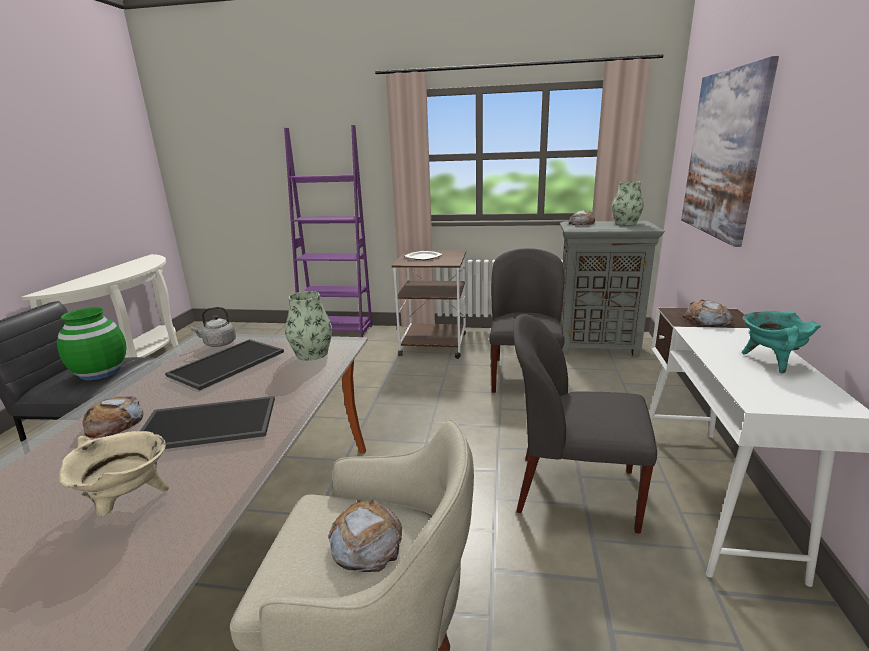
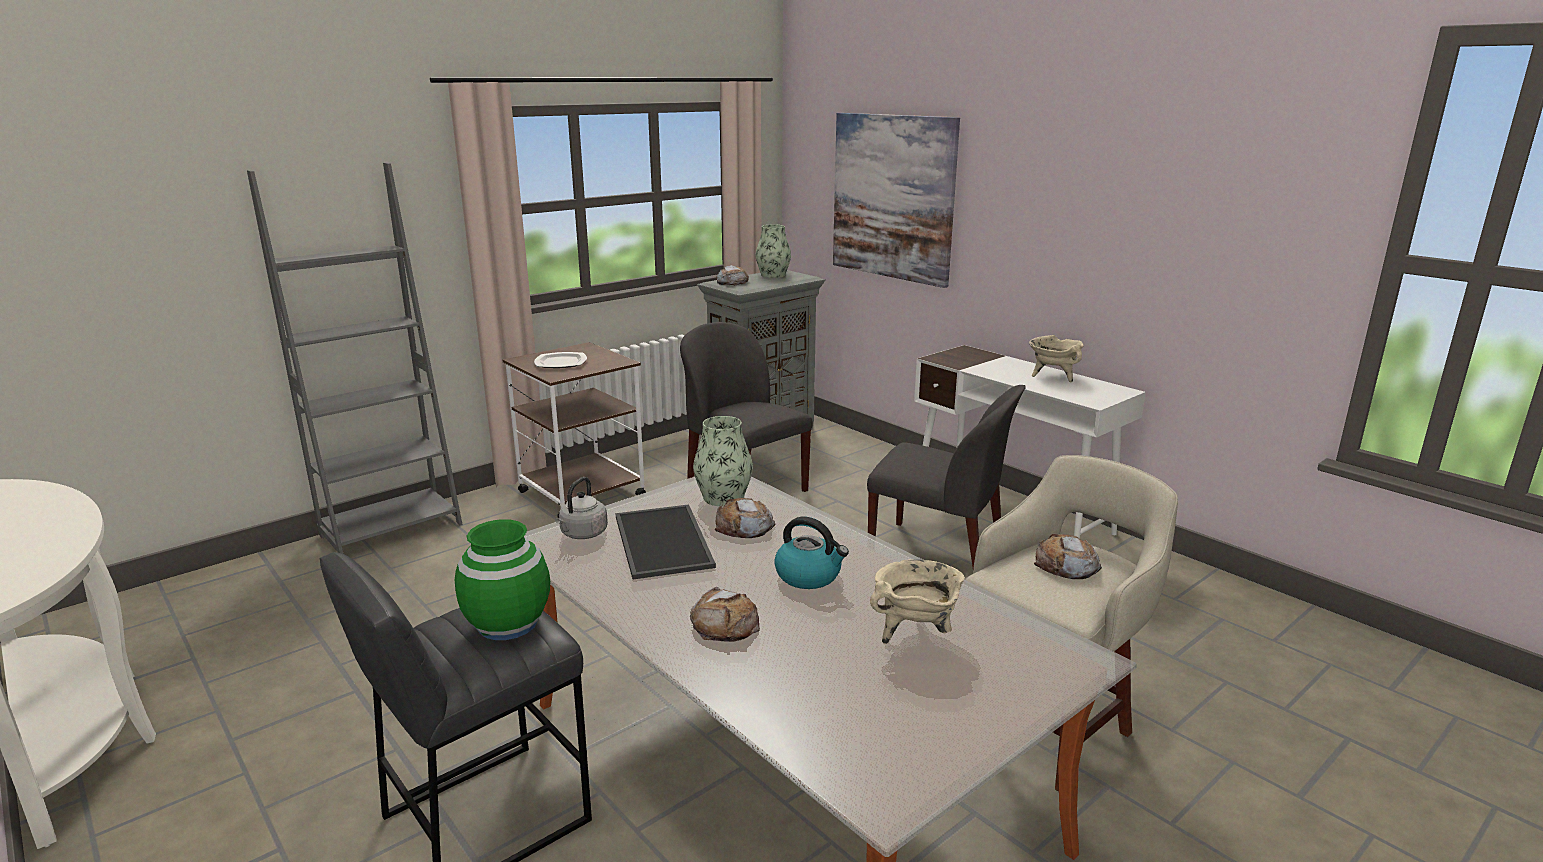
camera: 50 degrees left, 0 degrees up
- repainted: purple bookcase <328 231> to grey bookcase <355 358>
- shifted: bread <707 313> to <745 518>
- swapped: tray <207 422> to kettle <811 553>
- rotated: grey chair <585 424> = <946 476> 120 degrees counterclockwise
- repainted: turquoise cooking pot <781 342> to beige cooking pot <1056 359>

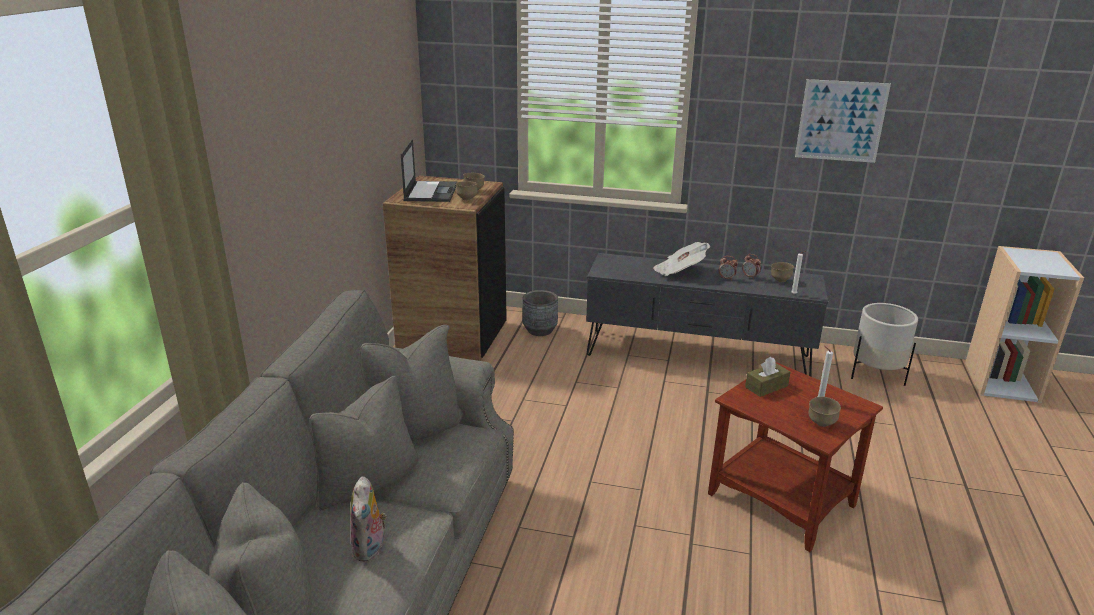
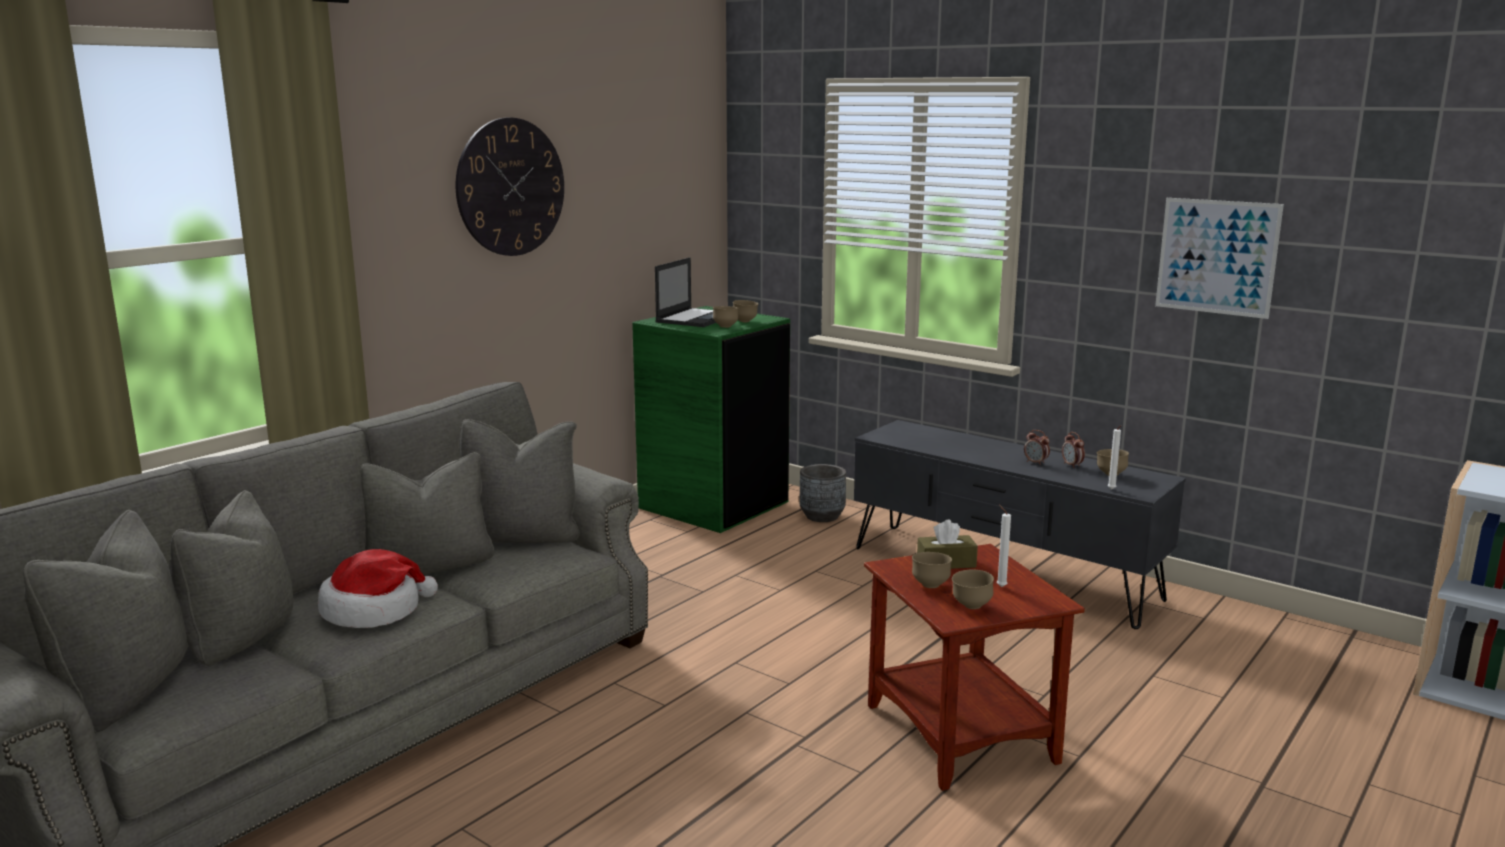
camera: 25 degrees right, 10 degrees down
- swapped: plush toy <368 519> to hat <378 588>
- new: wall clock <510 186>
- repainted: brown cabinet <445 268> to green cabinet <711 419>
- new: brown bowl <932 570>
- gone: newspaper <681 259>
- gone: white planter <884 344>

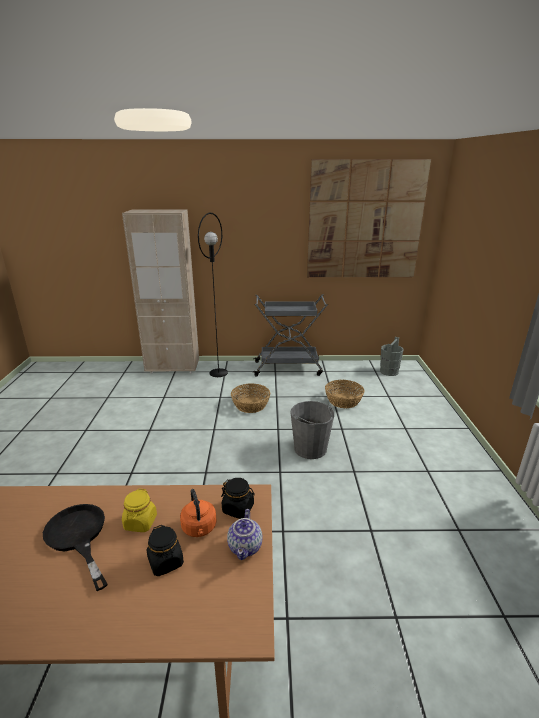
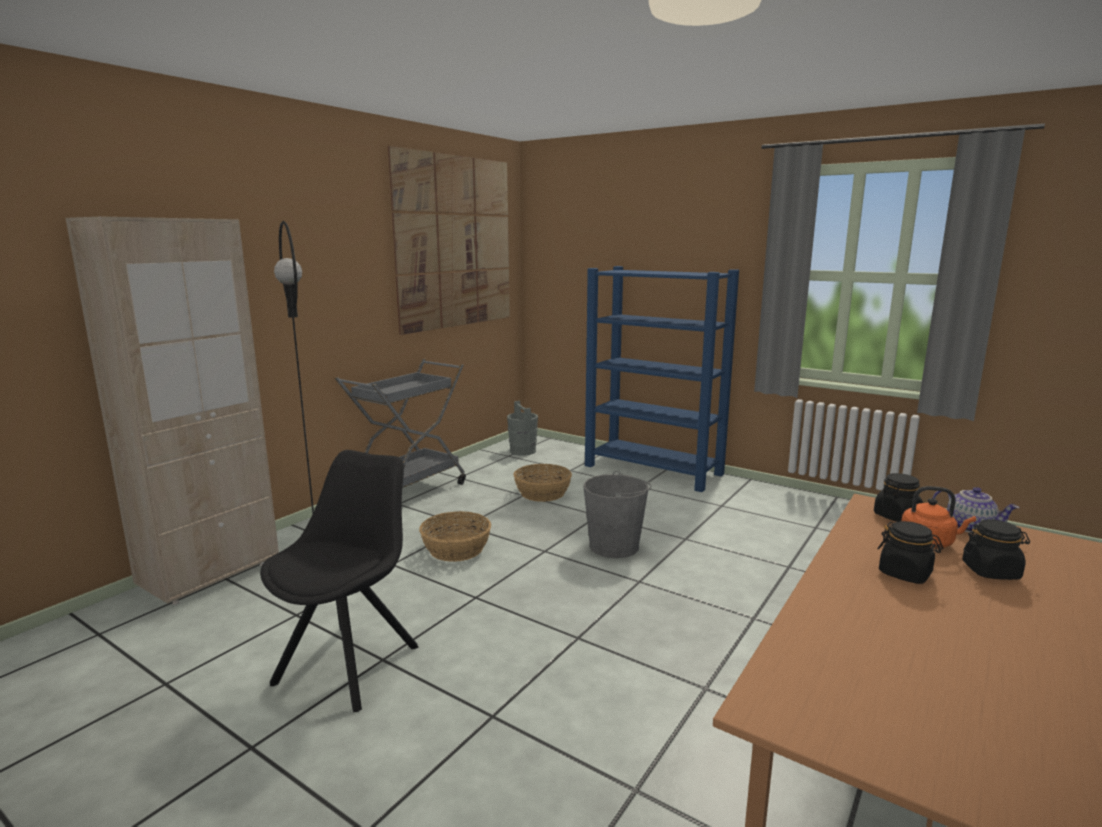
camera: 55 degrees left, 10 degrees down
- new: black chair <339 581>
- new: blue bookcase <662 379>
- repainted: yellow jar <139 510> to black jar <910 552>
- gone: black frying pan <75 547>

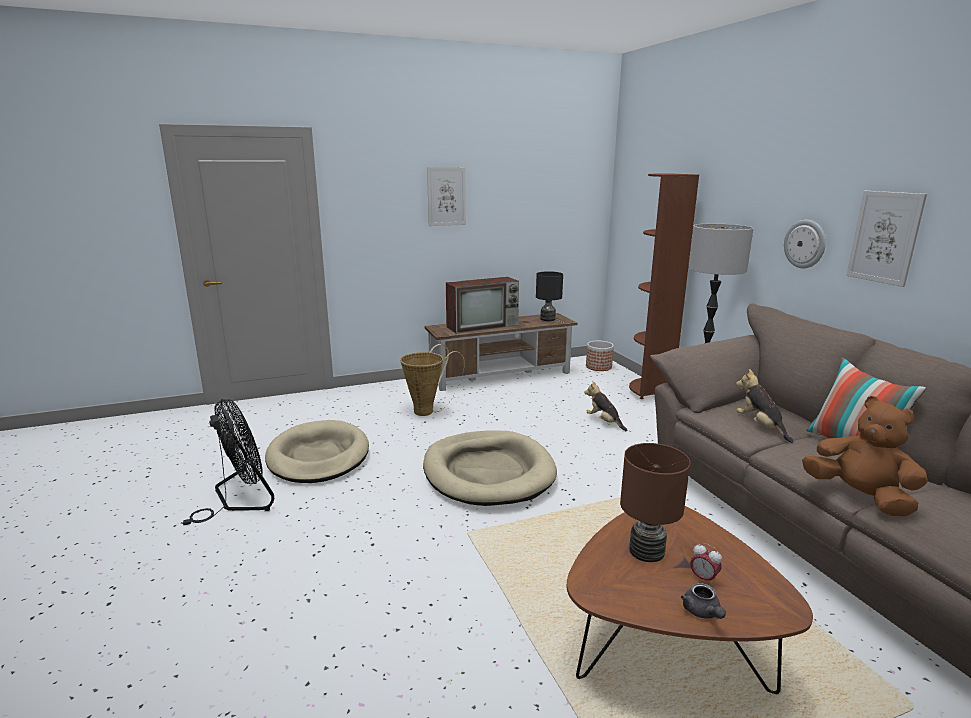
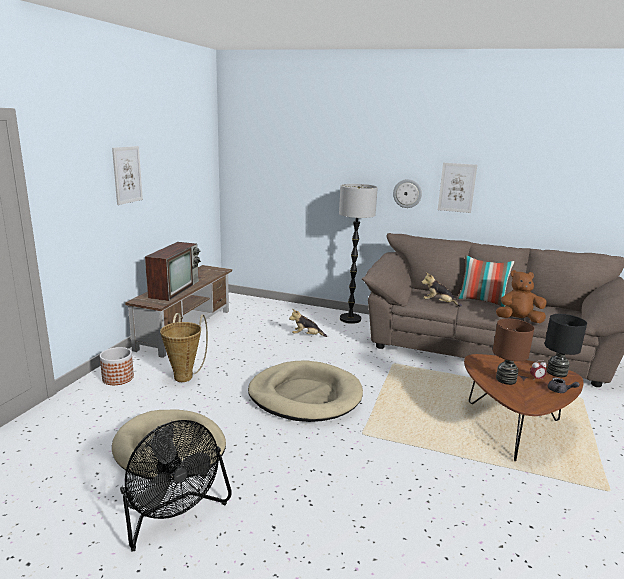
camera: 50 degrees left, 0 degrees up
- shifted: planter <600 356> to <117 366>
- rotated: black fan <228 462> = <176 486> 135 degrees clockwise
- shifted: black table lamp <549 296> to <566 345>
- gone: brown bookcase <664 286>

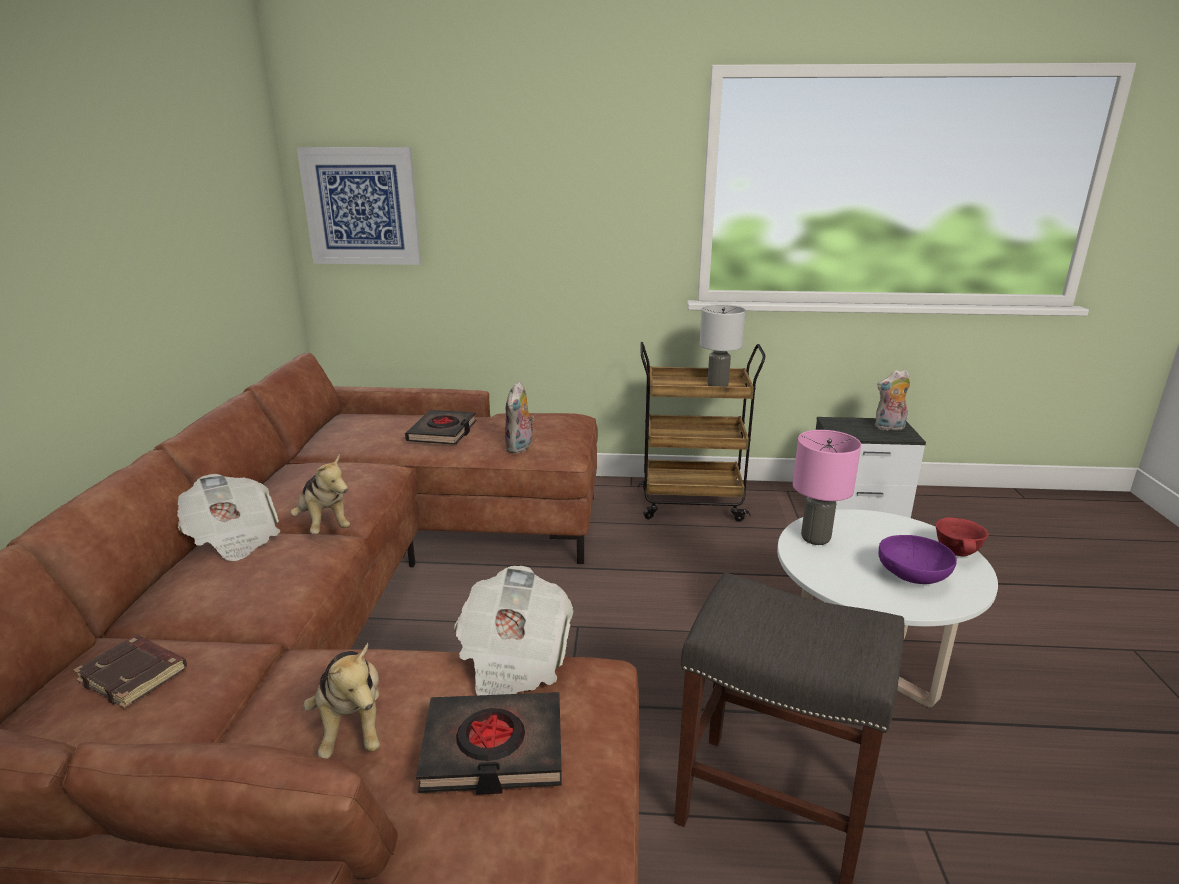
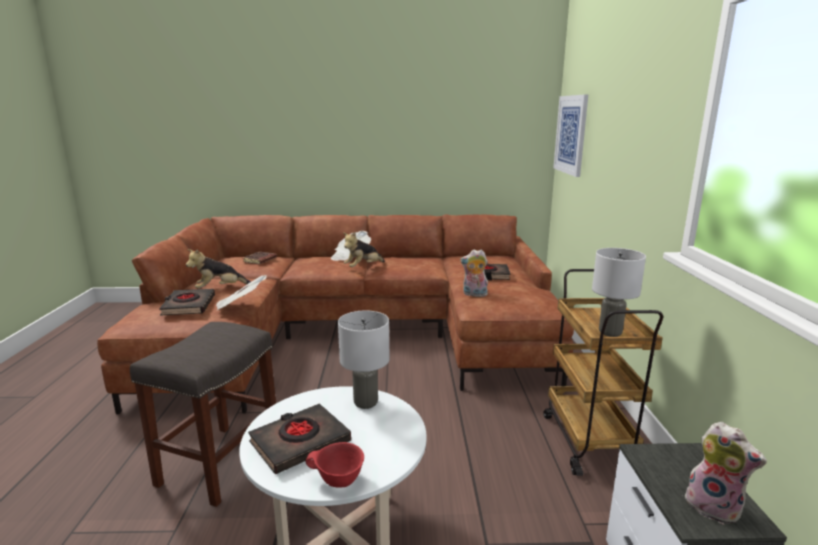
camera: 85 degrees right, 5 degrees down
- swapped: purple bowl <917 559> to black book <299 439>
- repainted: pink table lamp <827 487> to white table lamp <364 359>
- rotated: plush toy <892 400> = <726 473> 150 degrees clockwise

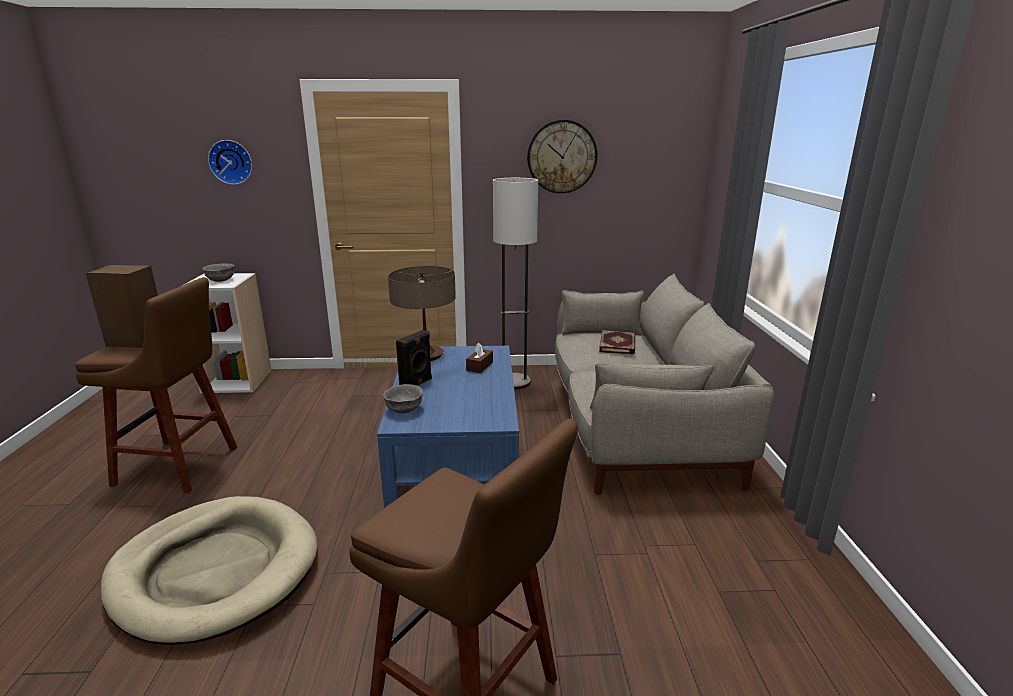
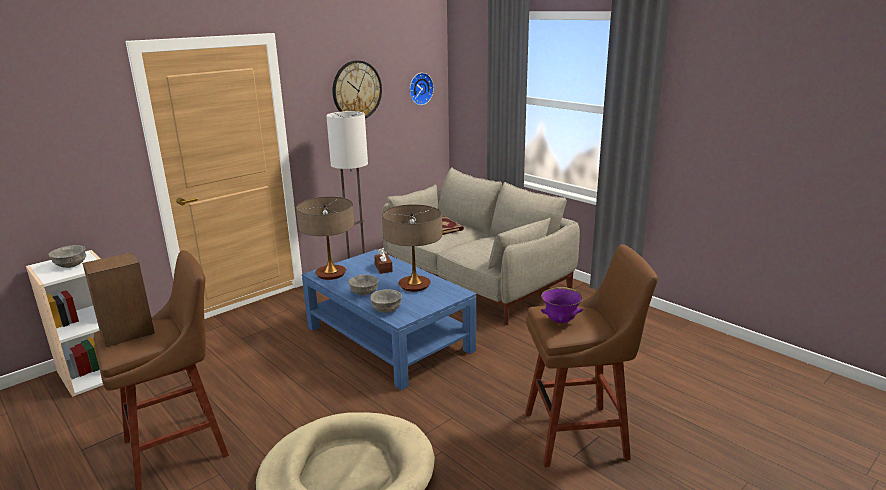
camera: 40 degrees left, 0 degrees up
- swapped: black speaker <414 358> to grey bowl <363 285>
- new: table lamp <412 248>
- shifted: wall clock <230 162> to <421 89>
- new: purple bowl <562 305>

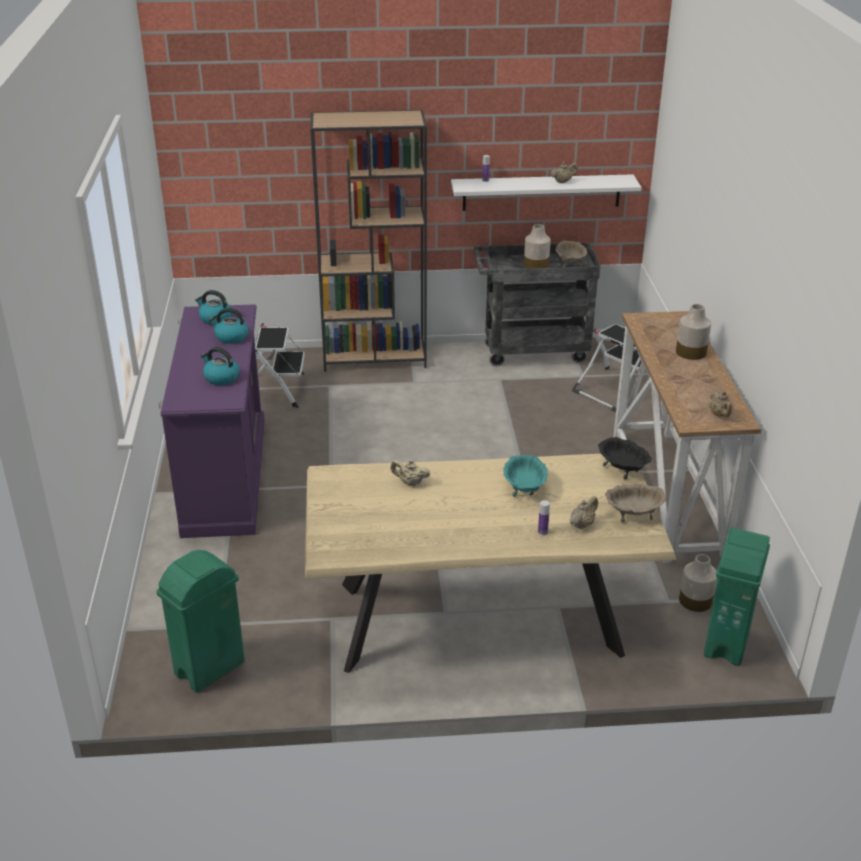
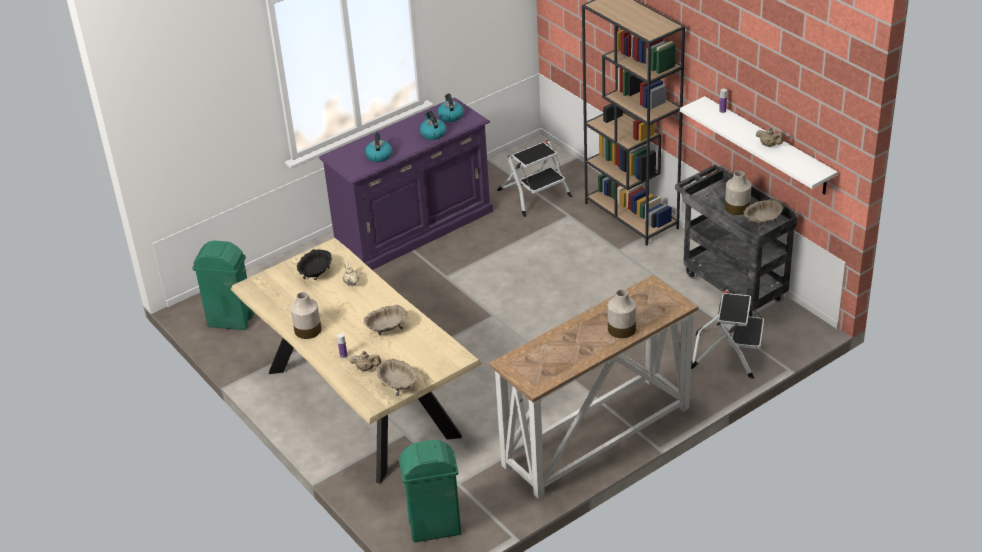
camera: 60 degrees right, 5 degrees up
- shifted: beige vase <698 583> to <306 315>
- shifted: black bowl <625 458> to <314 264>
- repainted: turquoise bowl <525 476> to beige bowl <386 320>
- gone: beige teapot <721 404>

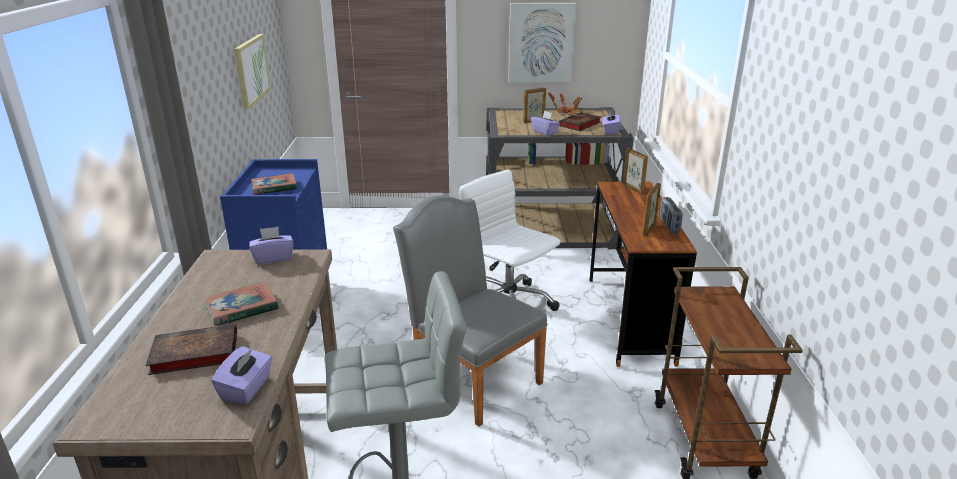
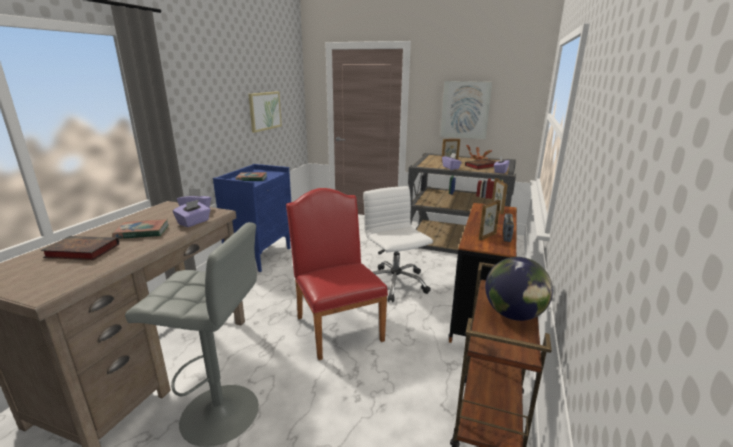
camera: 20 degrees right, 5 degrees down
- shifted: purple tissue box <242 375> to <192 213>
- repainted: grey chair <470 310> to red chair <337 274>
- new: globe <519 289>

